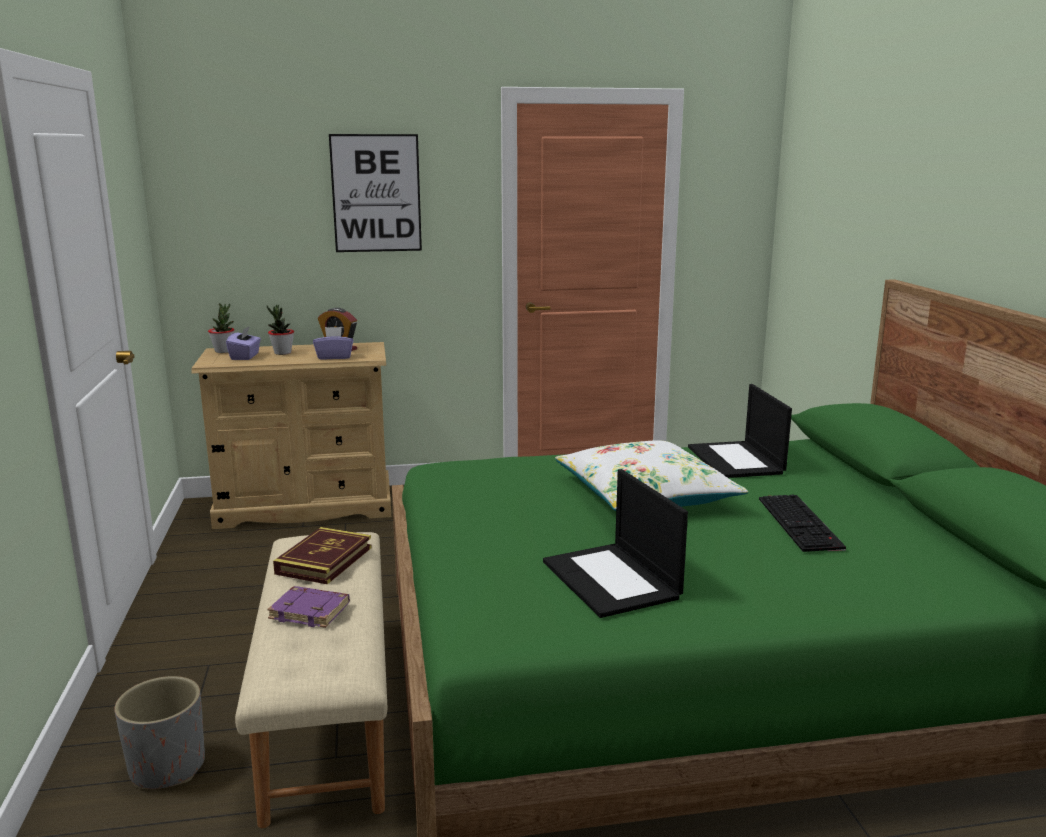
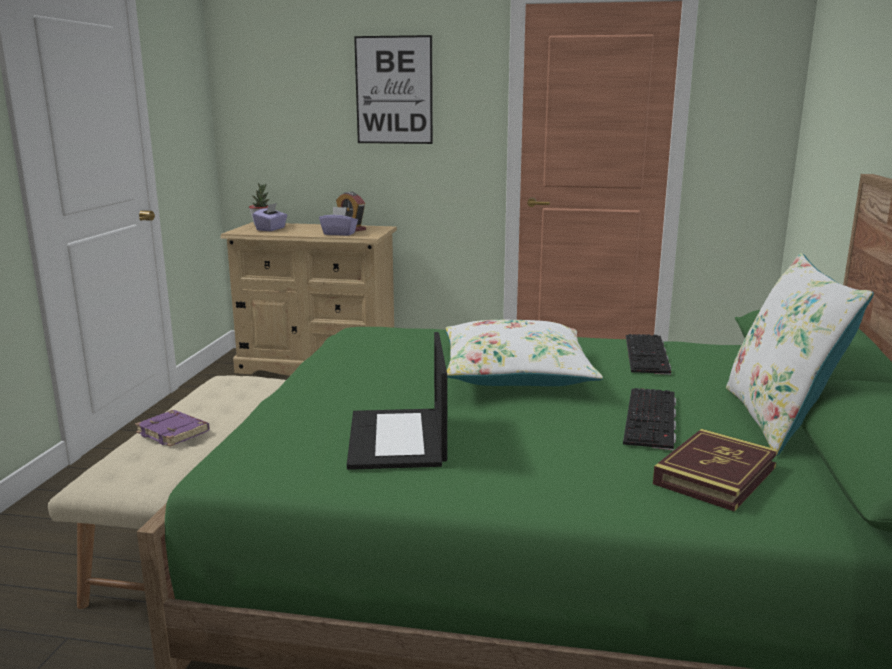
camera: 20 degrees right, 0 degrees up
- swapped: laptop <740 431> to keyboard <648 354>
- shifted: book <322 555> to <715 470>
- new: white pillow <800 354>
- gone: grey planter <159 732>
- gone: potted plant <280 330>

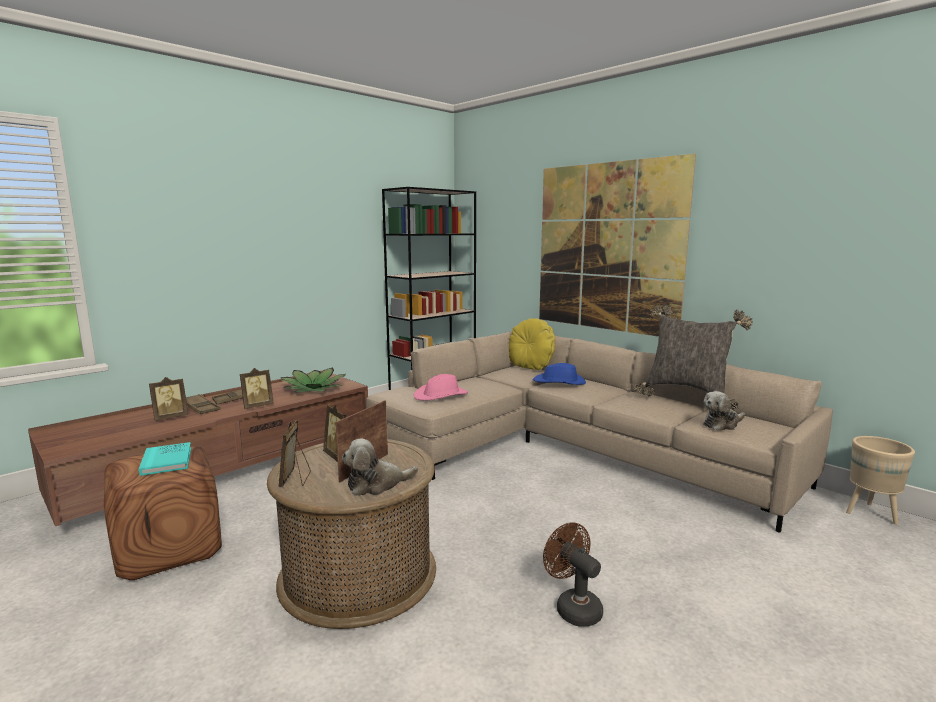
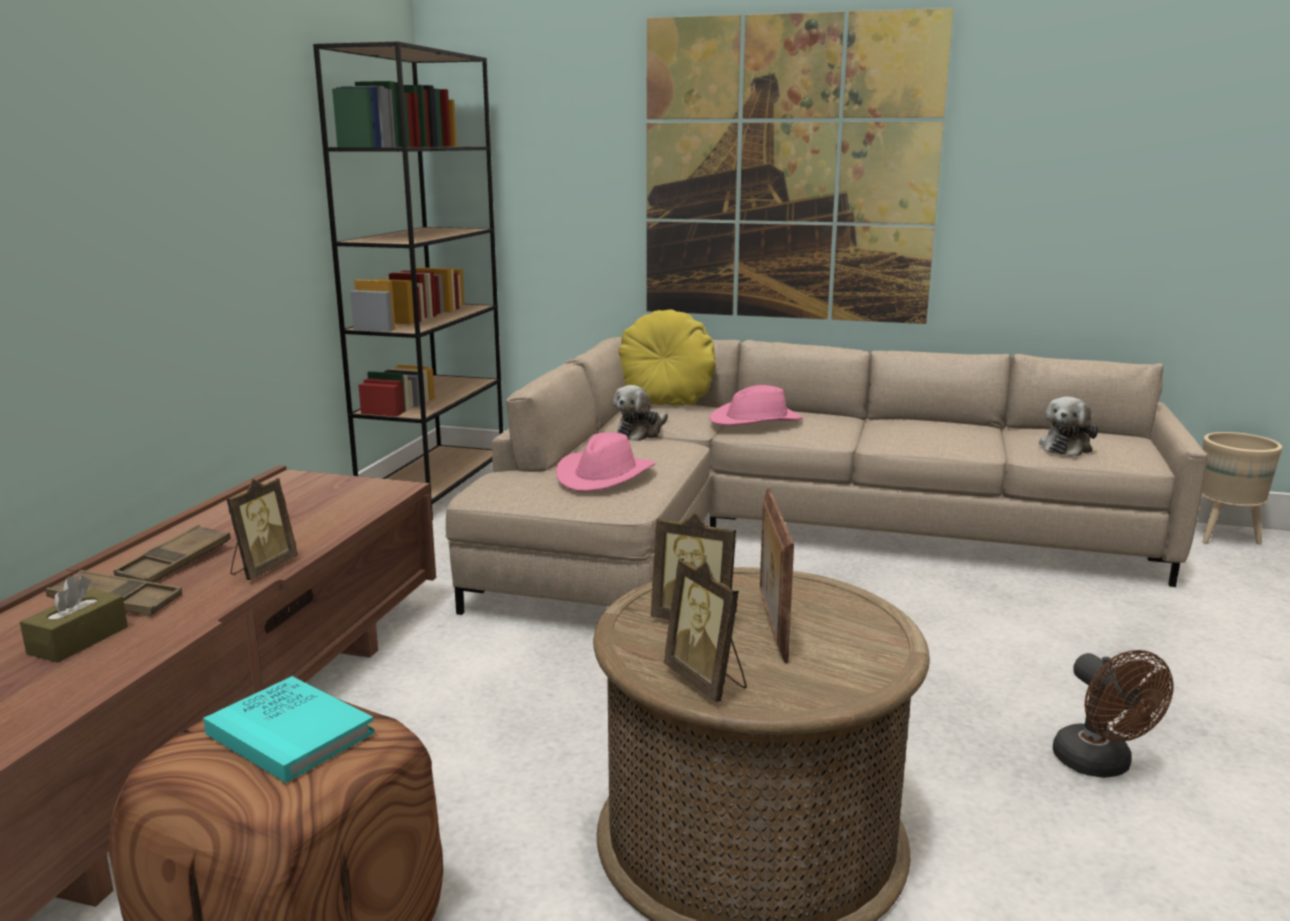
camera: 30 degrees left, 5 degrees up
- swapped: picture frame <168 399> to brown tissue box <74 619>
- shifted: plush toy <380 467> to <640 413>
- repainted: blue hat <559 374> to pink hat <756 405>
- rotated: brown fan <573 574> = <1113 714> 135 degrees counterclockwise
- gone: potted plant <313 380>
- gone: pillow <693 357>

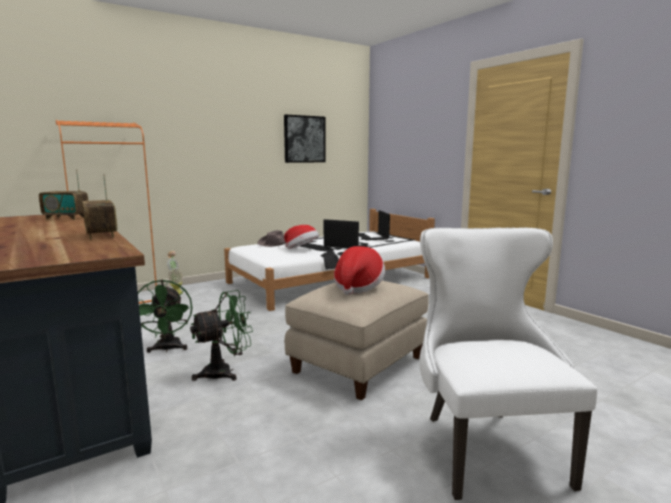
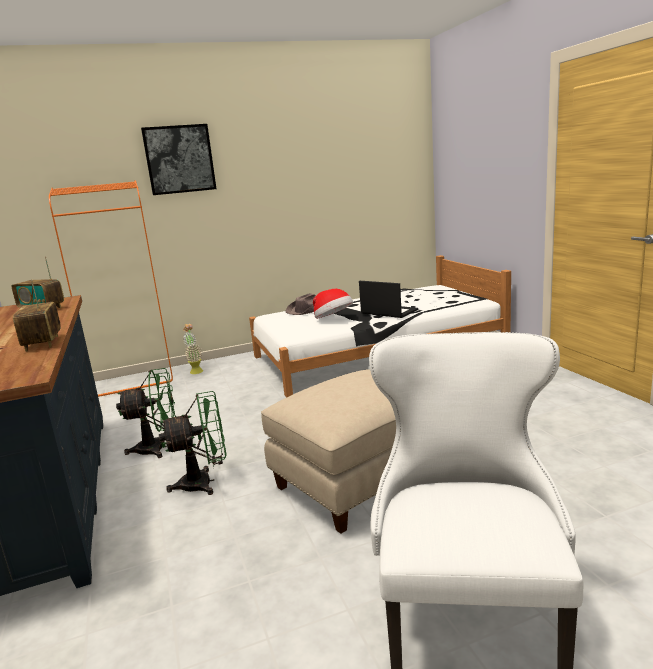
camera: 15 degrees right, 5 degrees up
- rotated: green fan <165 316> = <145 413> 105 degrees counterclockwise
- shifted: picture <305 139> to <179 159>
- gone: hat <359 270>
- gone: laptop <374 225>

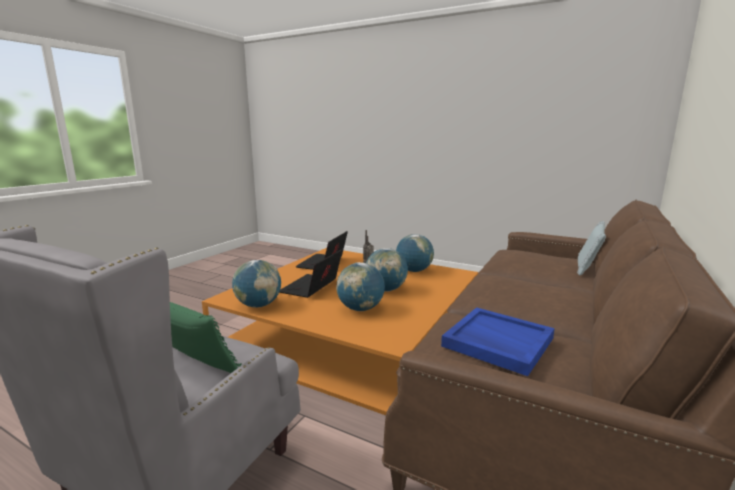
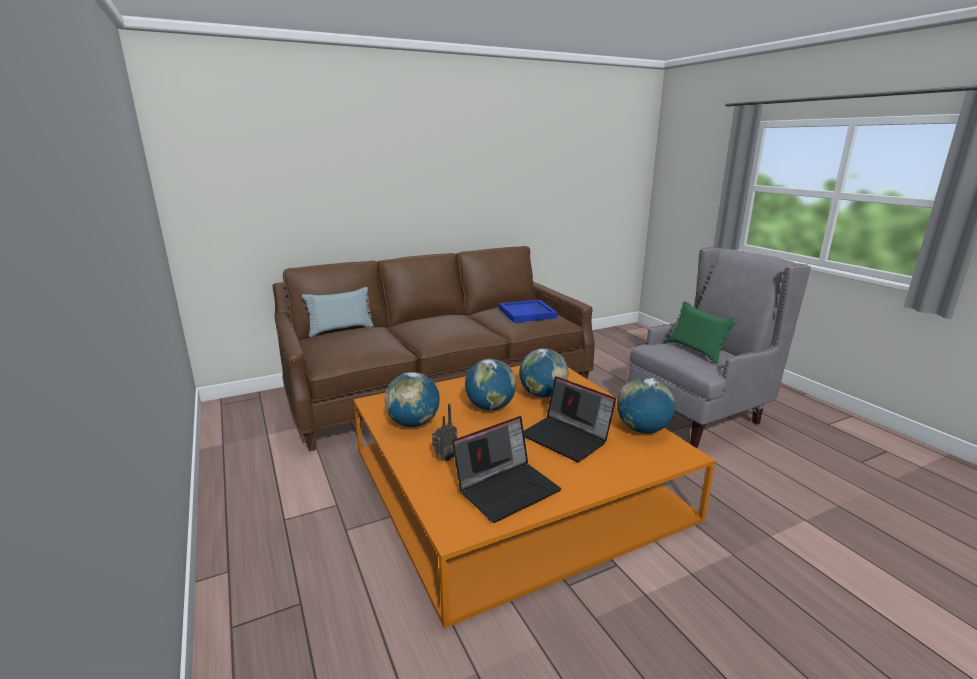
camera: 145 degrees left, 5 degrees up
- rotated: laptop <311 273> = <570 419> 75 degrees clockwise

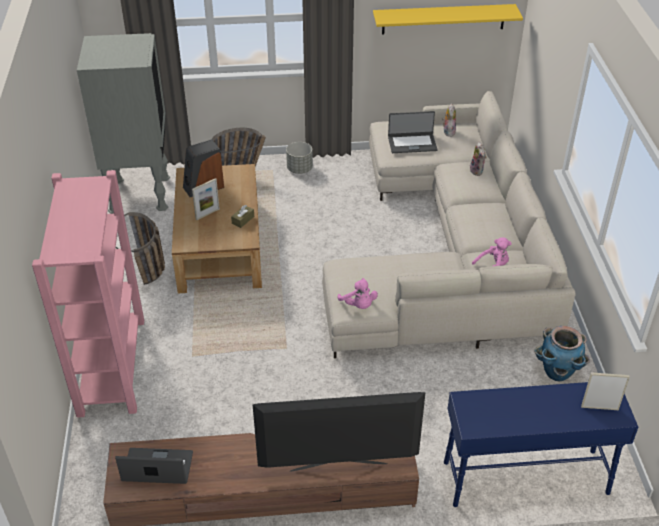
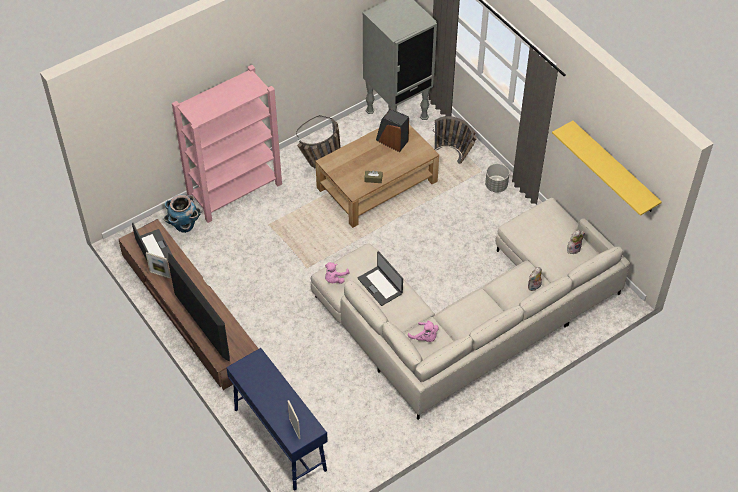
camera: 60 degrees right, 10 degrees up
- shifted: picture frame <206 199> to <158 265>
- shifted: planter <562 353> to <182 214>
- shifted: laptop <413 132> to <380 278>

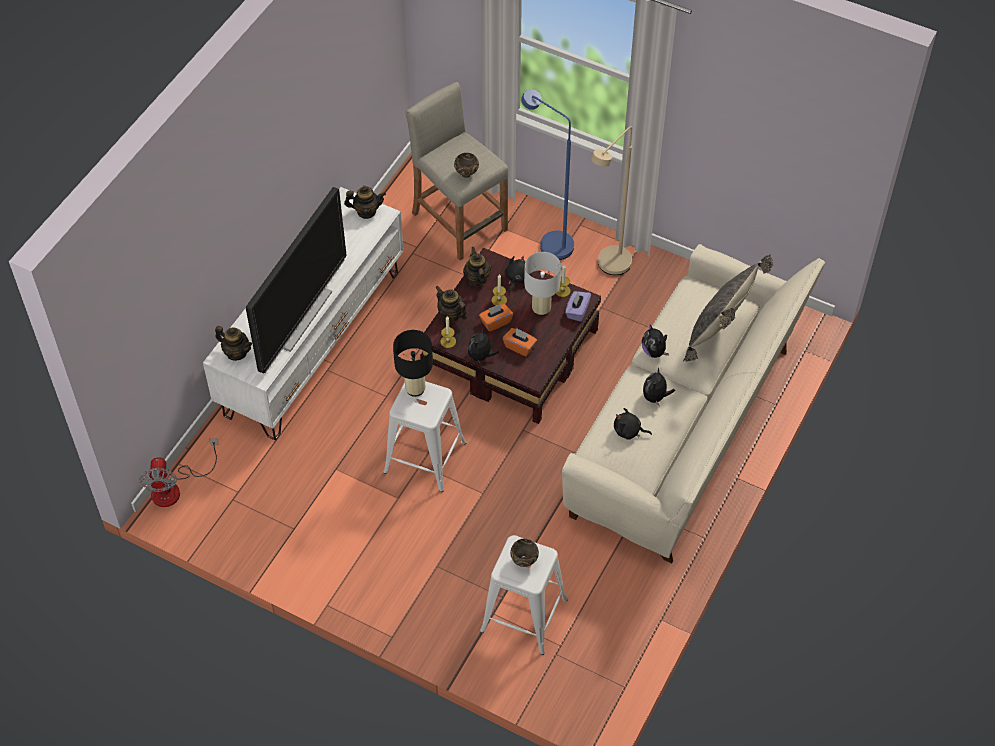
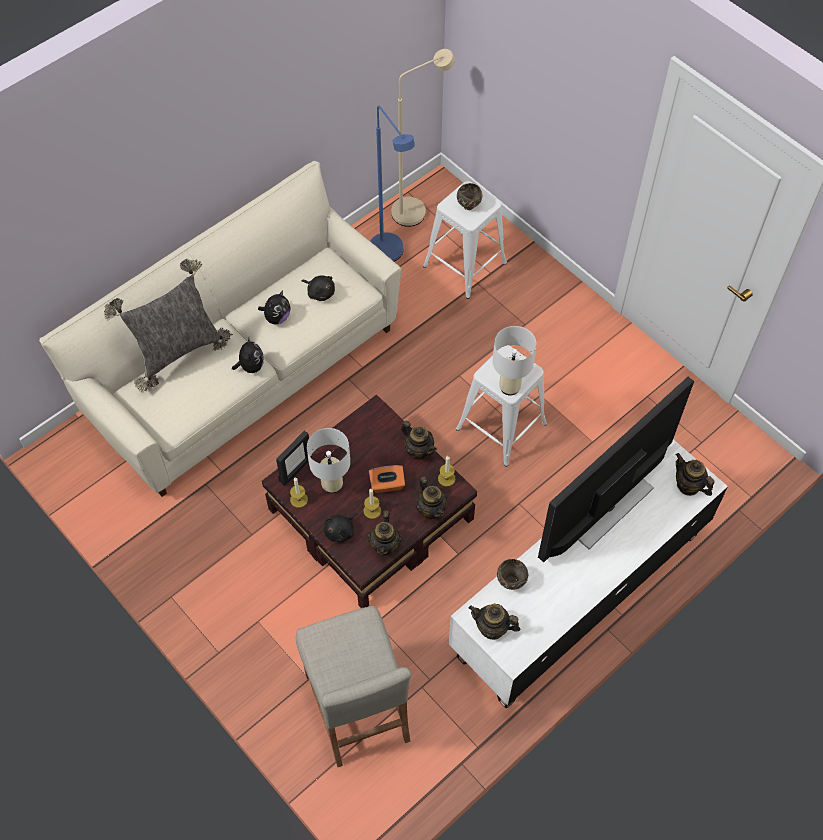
camera: 160 degrees left, 5 degrees up
- swapped: purple tissue box <578 306> to picture frame <294 458>
- shifted: blue floor lamp <547 174> to <392 183>
- shifted: beige floor lamp <611 200> to <423 138>
- swapped: plush toy <483 346> to teapot <419 440>
- repainted: black table lamp <413 363> to white table lamp <515 360>
- shifted: brown bowl <466 165> to <512 574>
- gone: fan <178 472>
- gone: orange tissue box <520 342>

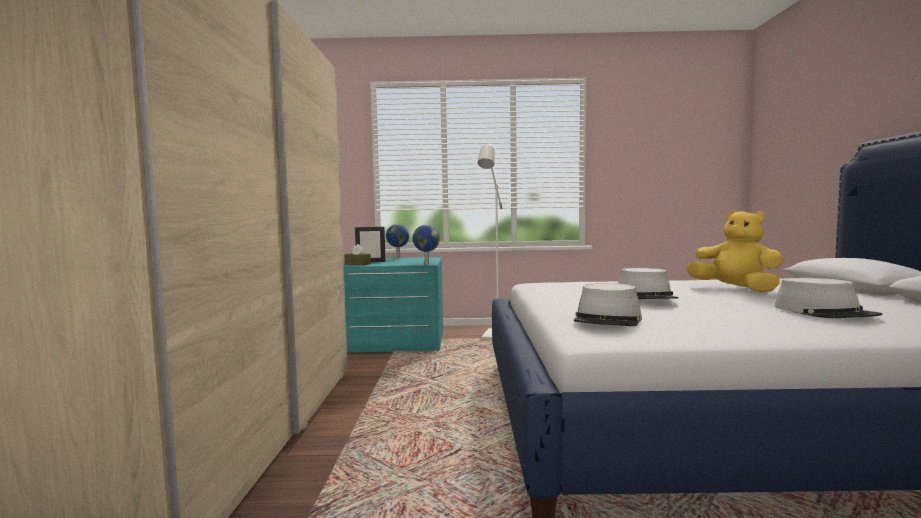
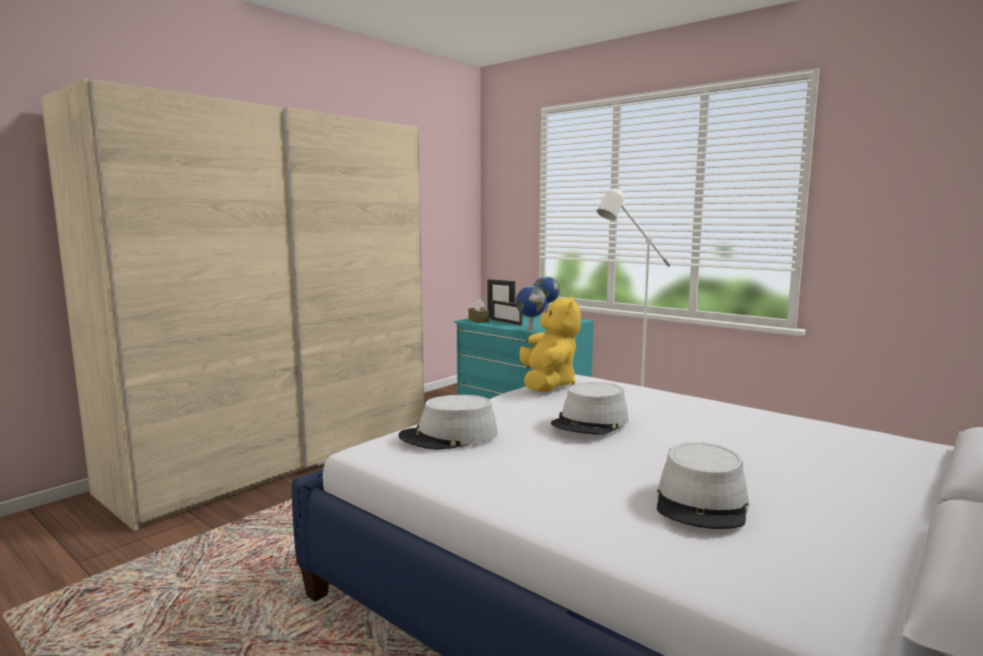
camera: 40 degrees right, 5 degrees up
- new: picture frame <506 313>
- shifted: yellow plush toy <735 251> to <550 343>

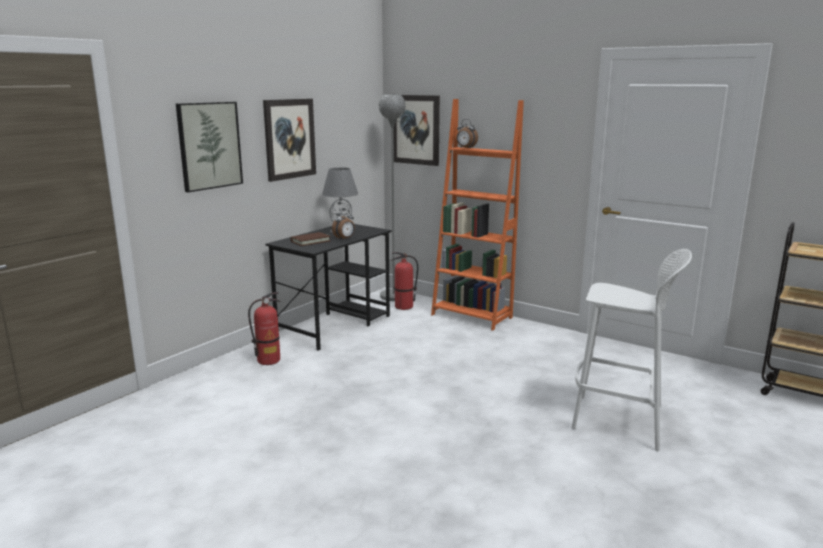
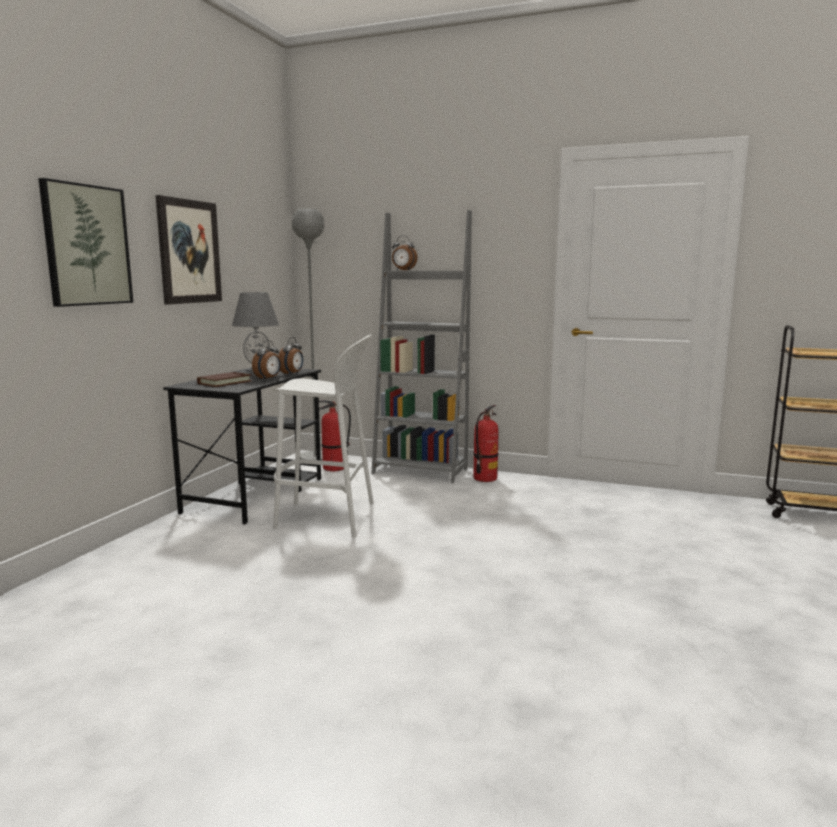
camera: 15 degrees left, 5 degrees down
- shifted: white stool <631 350> to <323 436>
- new: alarm clock <290 356>
- repainted: orange bookcase <477 215> to grey bookcase <421 346>
- shifted: fire extinguisher <264 328> to <486 443>
- gone: picture <416 130>

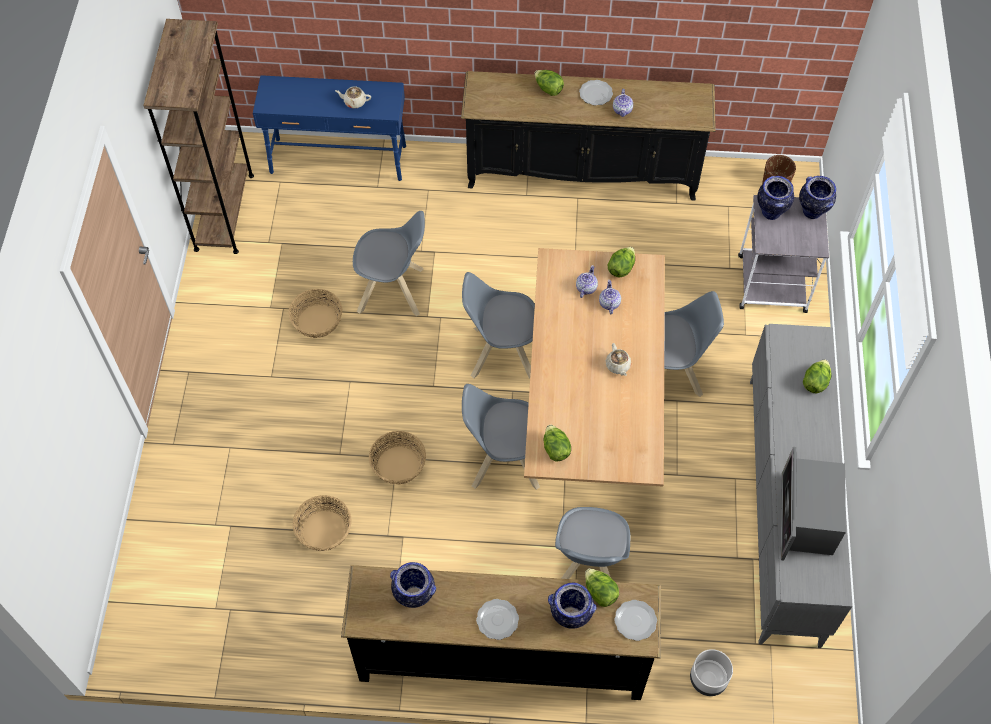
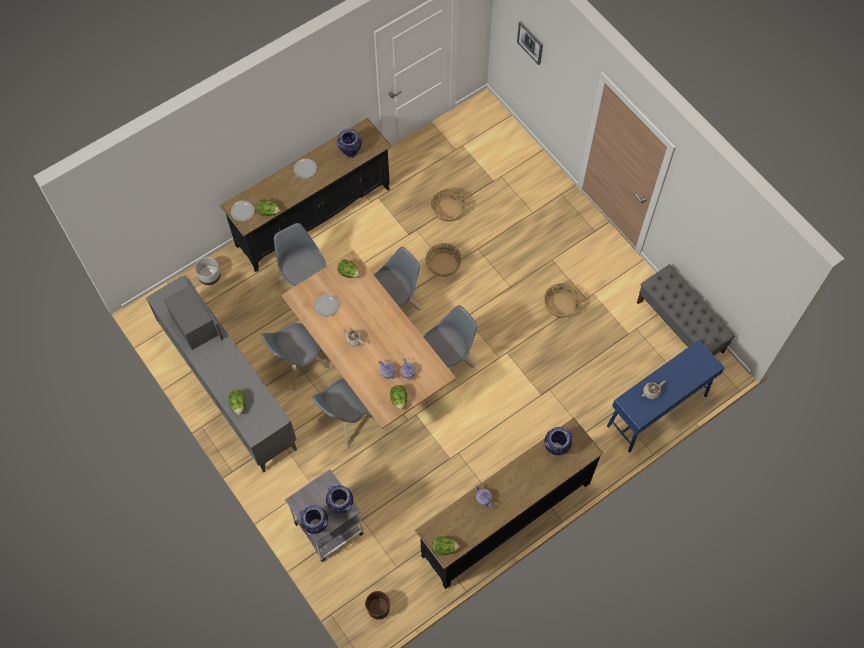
camera: 140 degrees right, 5 degrees up
- shifted: grey chair <389 263> to <295 357>
- shifted: plate <596 92> to <326 305>
- shifted: lettuce <549 83> to <446 545>
- new: picture <530 43>
- shifted: vase <572 606> to <558 441>
- swapped: brown bookcase <198 136> to grey bench <686 309>

